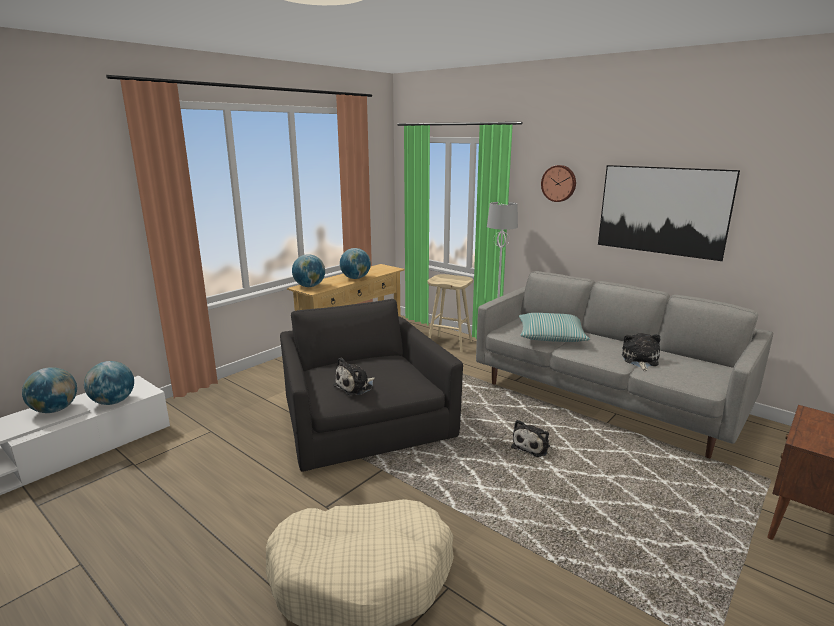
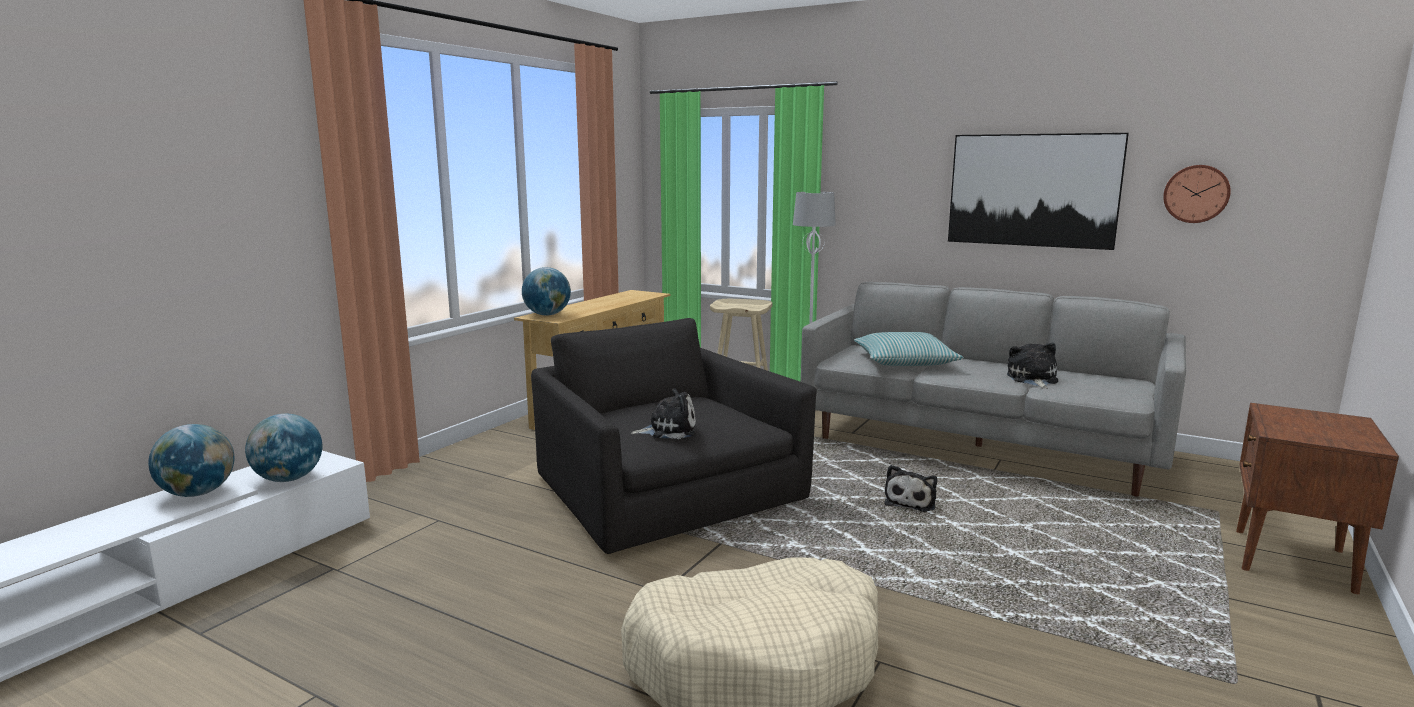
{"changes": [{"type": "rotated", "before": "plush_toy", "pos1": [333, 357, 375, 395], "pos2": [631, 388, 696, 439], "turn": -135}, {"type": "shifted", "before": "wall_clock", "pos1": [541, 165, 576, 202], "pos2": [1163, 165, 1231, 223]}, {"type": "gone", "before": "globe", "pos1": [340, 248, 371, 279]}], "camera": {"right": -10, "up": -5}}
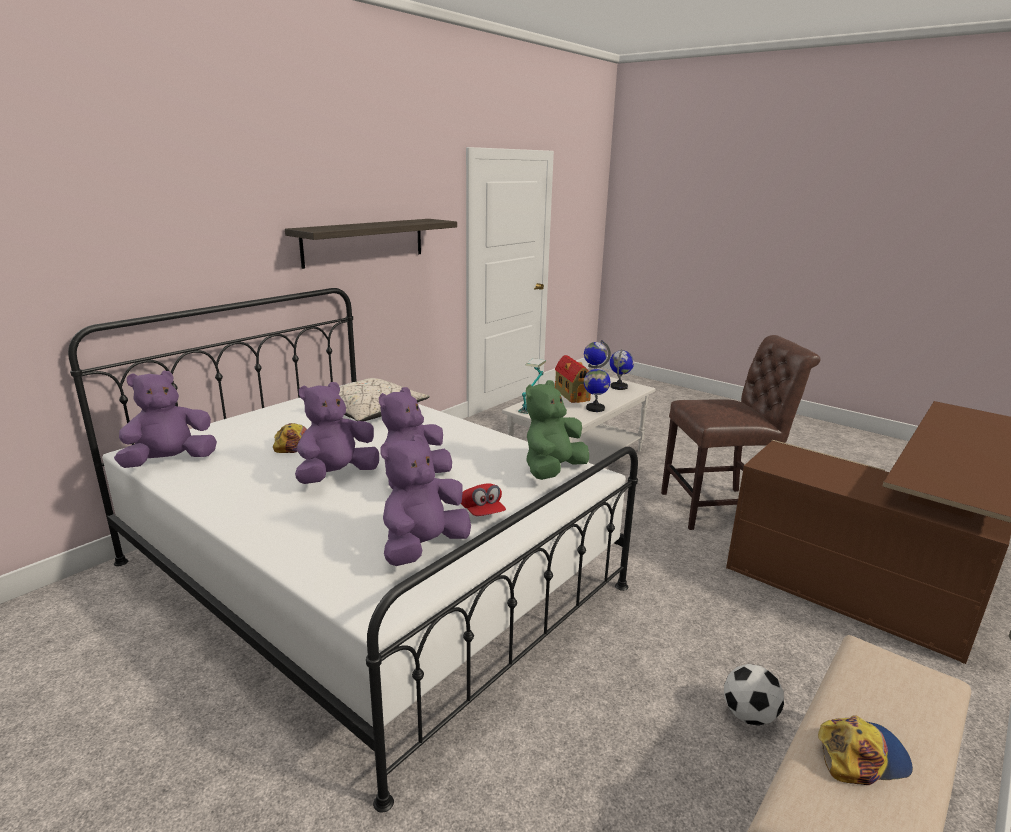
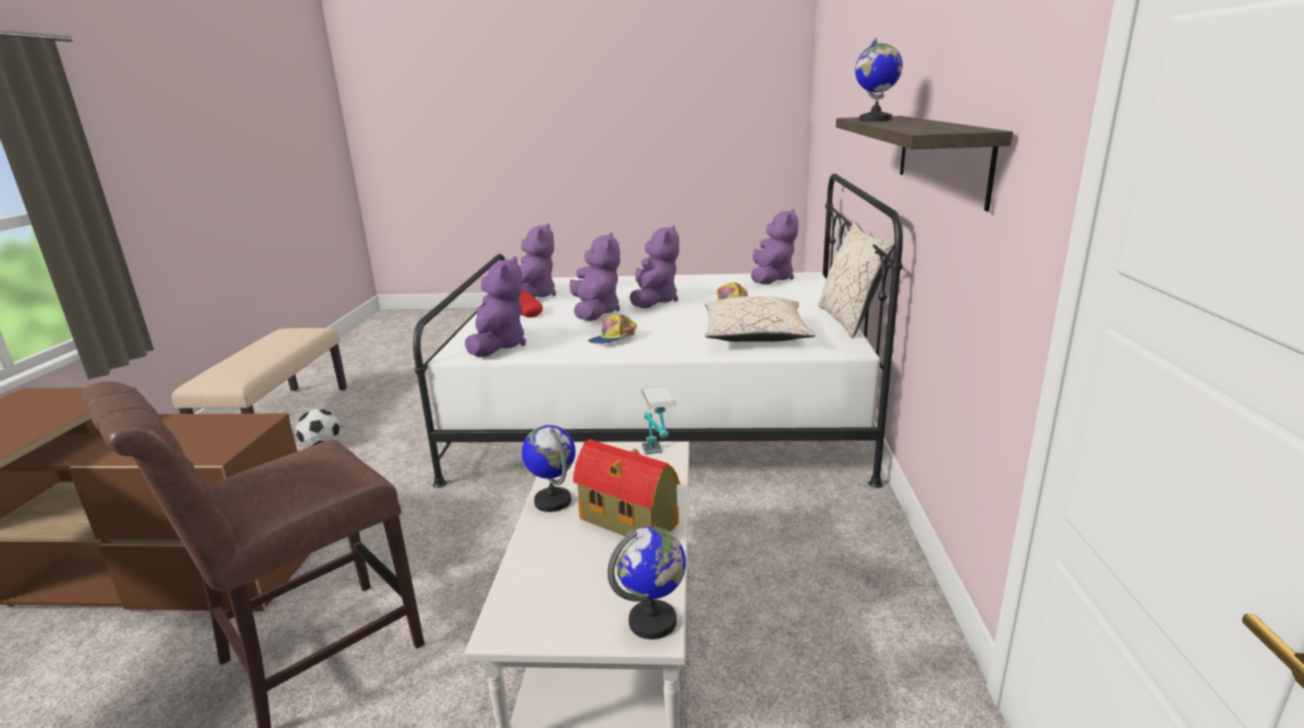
{"changes": [{"type": "repainted", "before": "green_plush_toy", "after": "purple_plush_toy", "pos1": [526, 380, 589, 480], "pos2": [465, 256, 526, 357]}, {"type": "shifted", "before": "cap", "pos1": [818, 715, 913, 785], "pos2": [588, 314, 637, 344]}, {"type": "new", "after": "beige_pillow", "pos2": [818, 222, 894, 338]}, {"type": "shifted", "before": "globe", "pos1": [610, 349, 634, 390], "pos2": [855, 38, 903, 121]}], "camera": {"right": 145, "up": 0}}
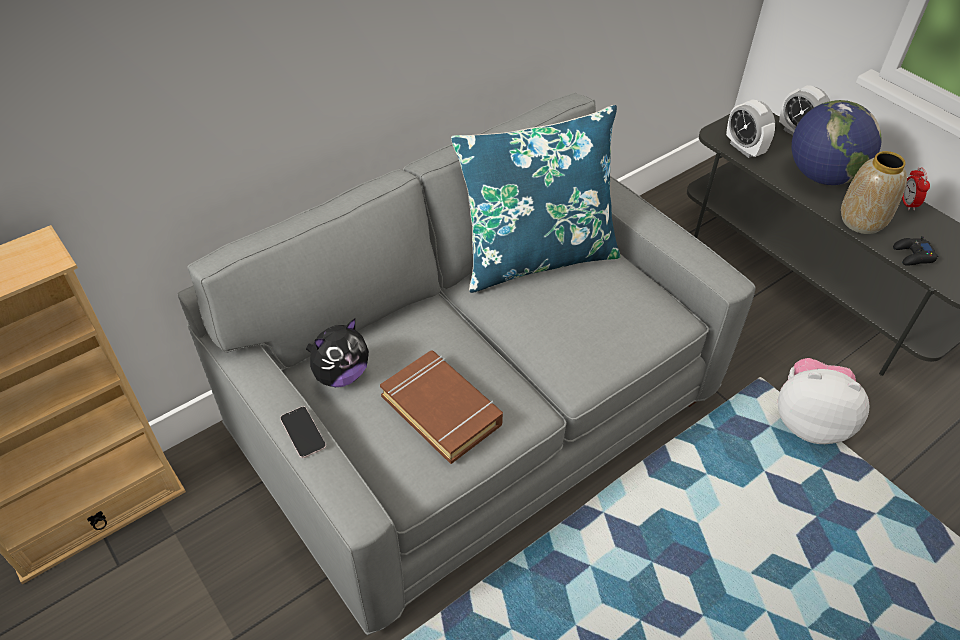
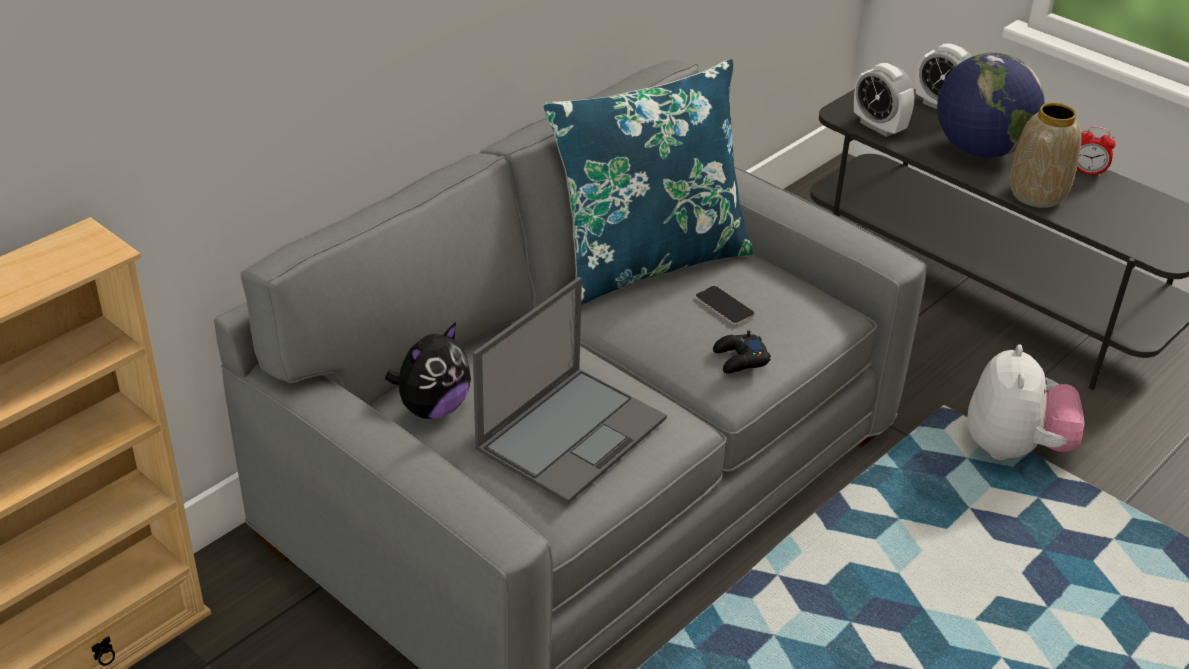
{"changes": [{"type": "swapped", "before": "brown_book", "after": "laptop", "pos1": [380, 350, 503, 464], "pos2": [473, 277, 667, 504]}, {"type": "shifted", "before": "phone", "pos1": [280, 406, 326, 458], "pos2": [695, 286, 755, 325]}, {"type": "shifted", "before": "black_game_controller", "pos1": [893, 236, 938, 266], "pos2": [713, 330, 771, 373]}, {"type": "rotated", "before": "plush_toy", "pos1": [778, 358, 869, 444], "pos2": [967, 344, 1084, 460], "turn": 90}, {"type": "rotated", "before": "alarm_clock", "pos1": [902, 168, 930, 210], "pos2": [1077, 126, 1116, 177], "turn": -60}], "camera": {"right": -10, "up": -10}}
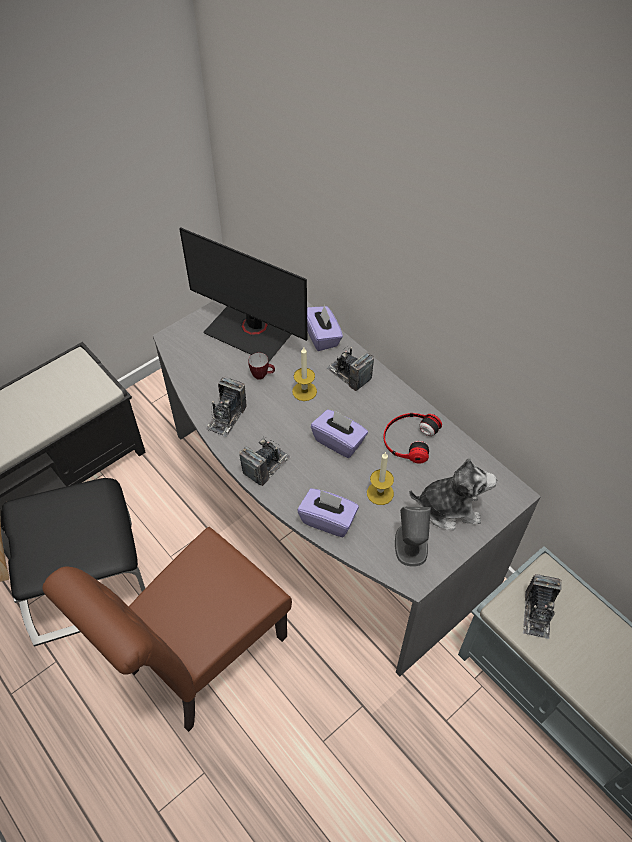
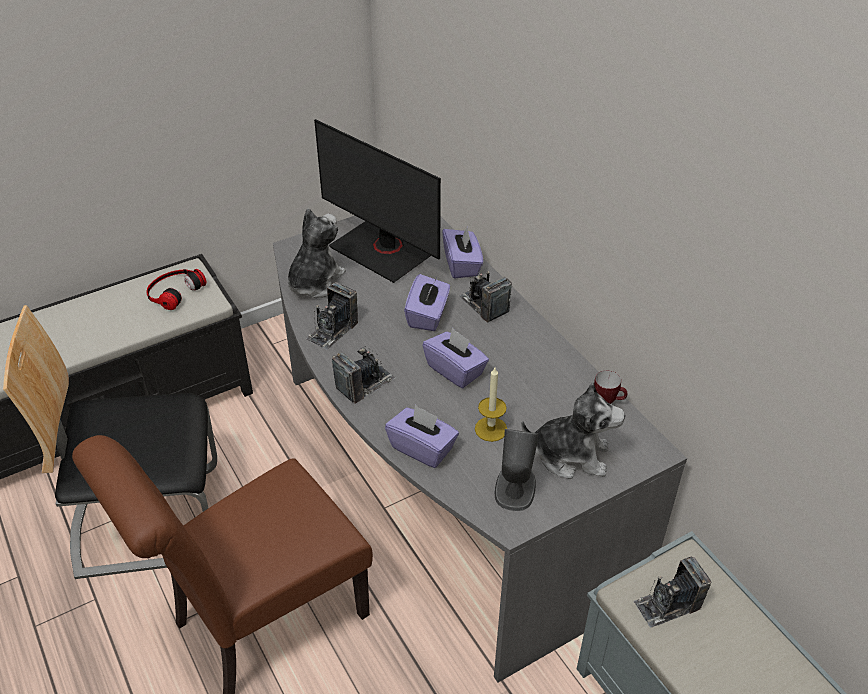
{"changes": [{"type": "shifted", "before": "headphones", "pos1": [383, 413, 442, 464], "pos2": [146, 269, 206, 310]}, {"type": "new", "after": "plush_toy", "pos2": [288, 208, 345, 298]}, {"type": "swapped", "before": "candle", "after": "purple_tissue_box", "pos1": [292, 347, 317, 401], "pos2": [404, 274, 450, 331]}, {"type": "shifted", "before": "mug", "pos1": [248, 353, 275, 380], "pos2": [594, 370, 628, 404]}, {"type": "rotated", "before": "photo_camera", "pos1": [523, 574, 562, 639], "pos2": [633, 557, 712, 628], "turn": 45}], "camera": {"right": 10, "up": -10}}
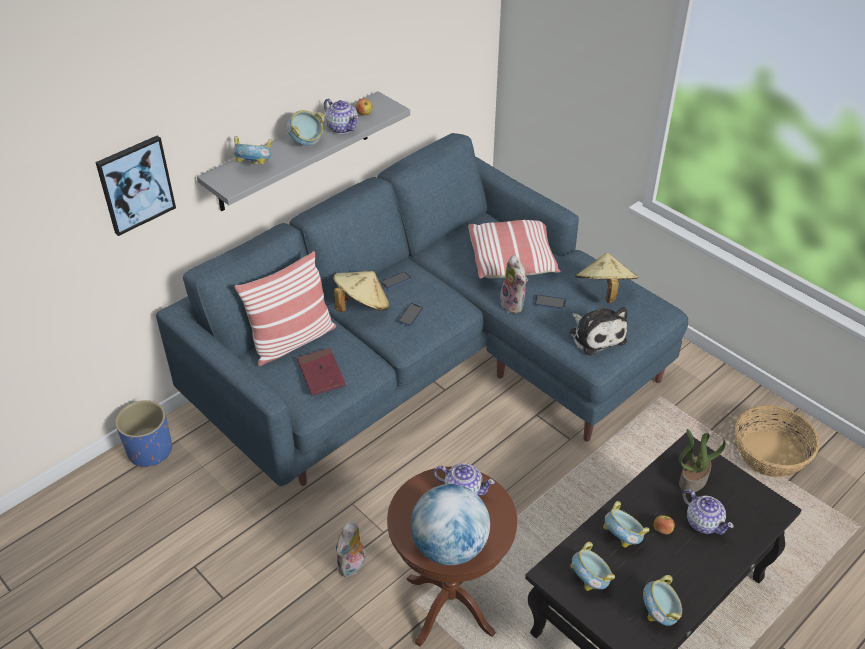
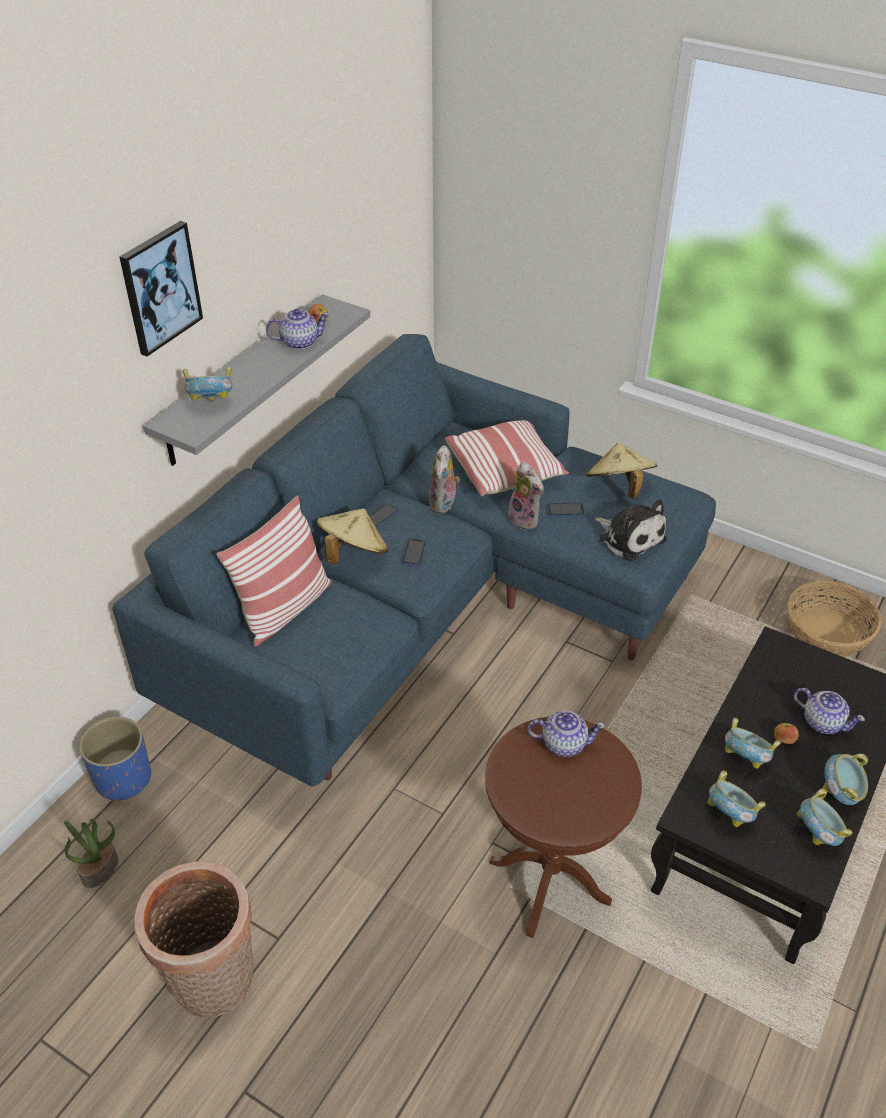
{"changes": [{"type": "shifted", "before": "potted_plant", "pos1": [679, 429, 725, 493], "pos2": [64, 819, 118, 888]}, {"type": "shifted", "before": "picture", "pos1": [95, 136, 176, 236], "pos2": [119, 221, 203, 356]}, {"type": "new", "after": "basket", "pos2": [135, 861, 254, 1018]}, {"type": "rotated", "before": "teapot", "pos1": [324, 99, 359, 134], "pos2": [266, 309, 330, 349], "turn": -45}, {"type": "shifted", "before": "plush_toy", "pos1": [336, 521, 369, 578], "pos2": [429, 445, 460, 513]}, {"type": "shifted", "before": "bowl", "pos1": [287, 110, 324, 146], "pos2": [823, 754, 868, 805]}, {"type": "gone", "before": "red_book", "pos1": [297, 348, 346, 396]}, {"type": "gone", "before": "globe", "pos1": [411, 484, 490, 565]}], "camera": {"right": -15, "up": 0}}
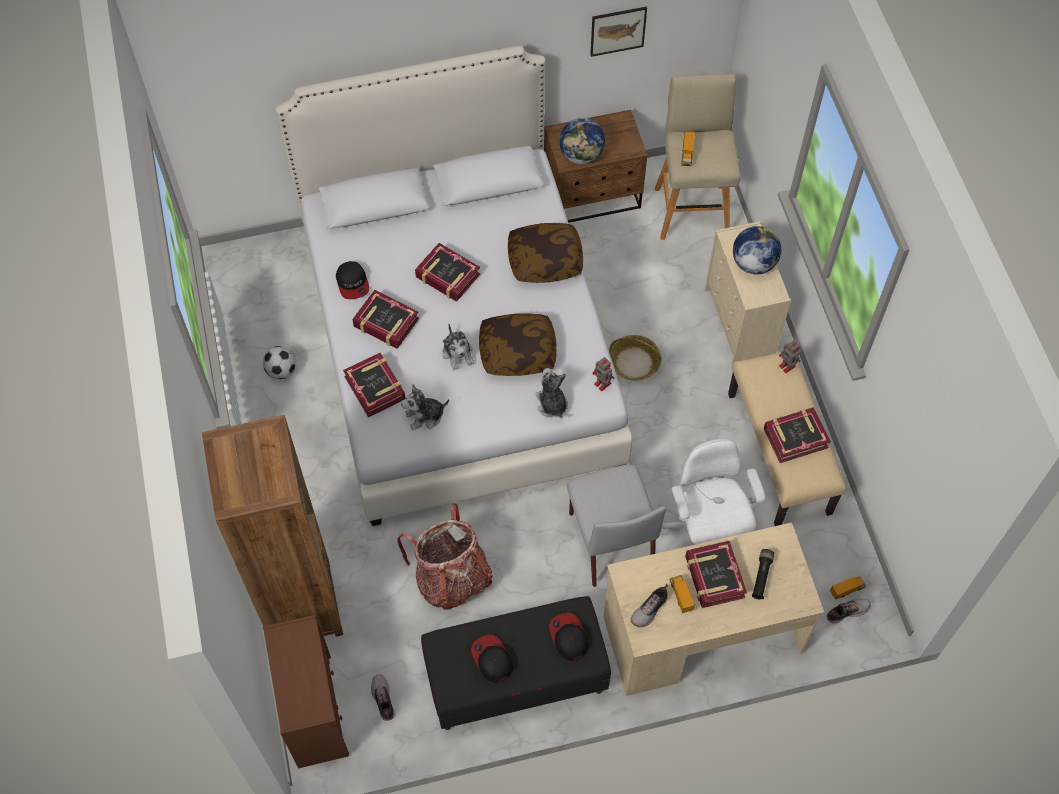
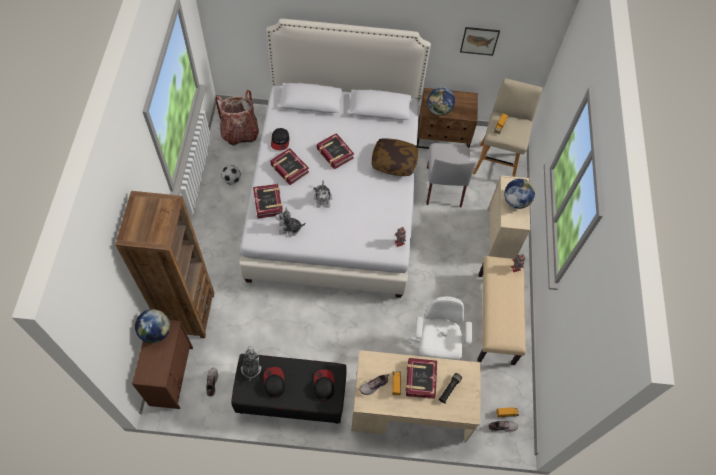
{"changes": [{"type": "new", "after": "globe", "pos2": [135, 309, 170, 343]}, {"type": "shifted", "before": "backpack", "pos1": [397, 503, 492, 610], "pos2": [215, 90, 259, 146]}, {"type": "shifted", "before": "plush_toy", "pos1": [536, 368, 568, 419], "pos2": [241, 346, 261, 380]}, {"type": "shifted", "before": "grey_chair", "pos1": [567, 464, 666, 587], "pos2": [426, 143, 476, 208]}, {"type": "gone", "before": "pillow", "pos1": [479, 313, 557, 376]}, {"type": "gone", "before": "basket", "pos1": [609, 335, 662, 381]}, {"type": "gone", "before": "book", "pos1": [764, 407, 831, 463]}], "camera": {"right": 15, "up": 0}}
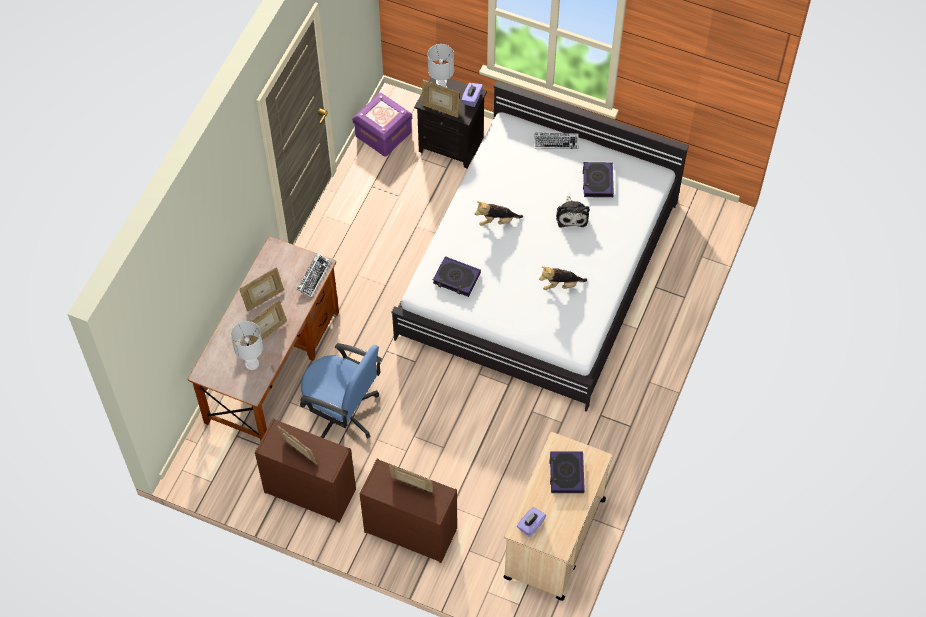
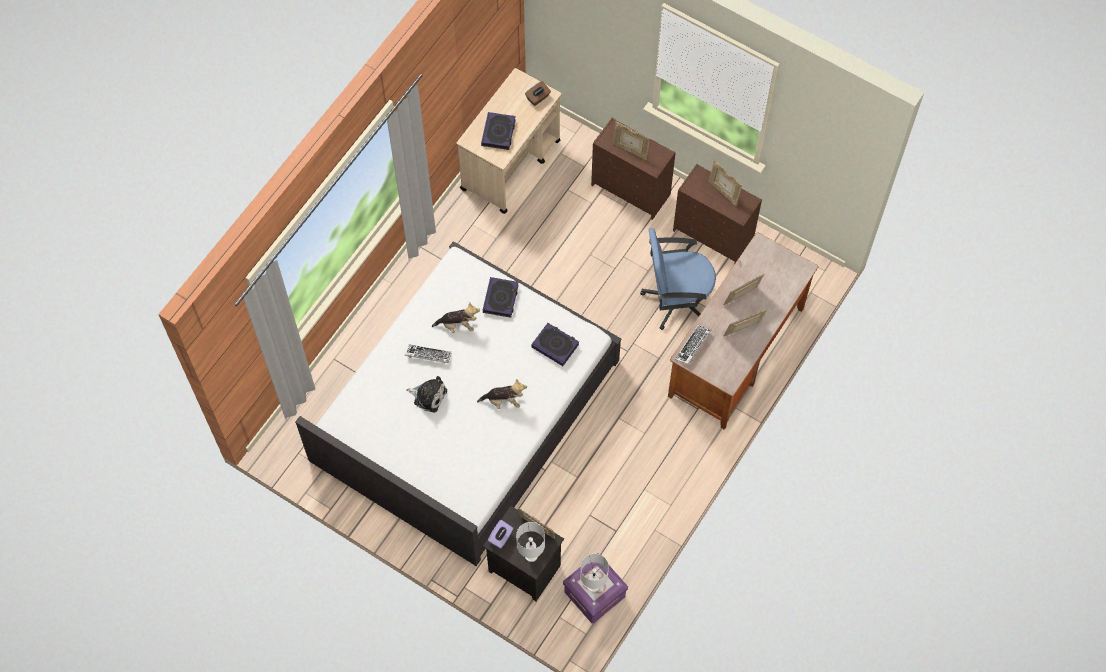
{"changes": [{"type": "shifted", "before": "keyboard", "pos1": [535, 133, 579, 149], "pos2": [405, 344, 452, 364]}, {"type": "rotated", "before": "plush_toy", "pos1": [556, 196, 589, 228], "pos2": [406, 376, 447, 413], "turn": 105}, {"type": "shifted", "before": "book", "pos1": [583, 162, 614, 197], "pos2": [483, 277, 519, 318]}, {"type": "repainted", "before": "purple_tissue_box", "after": "brown_tissue_box", "pos1": [517, 507, 546, 537], "pos2": [525, 81, 551, 106]}, {"type": "shifted", "before": "white_table_lamp", "pos1": [231, 321, 263, 370], "pos2": [580, 554, 609, 592]}, {"type": "rotated", "before": "blue_office_chair", "pos1": [300, 343, 382, 438], "pos2": [640, 228, 716, 330], "turn": -45}], "camera": {"right": -170, "up": 5}}
